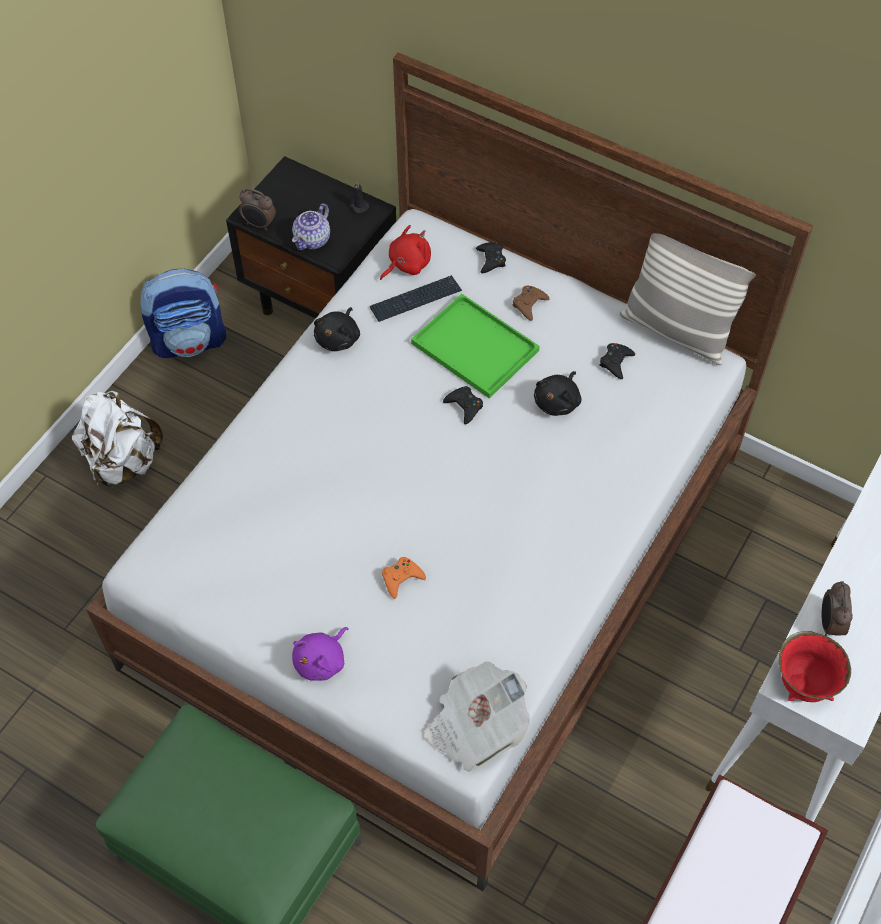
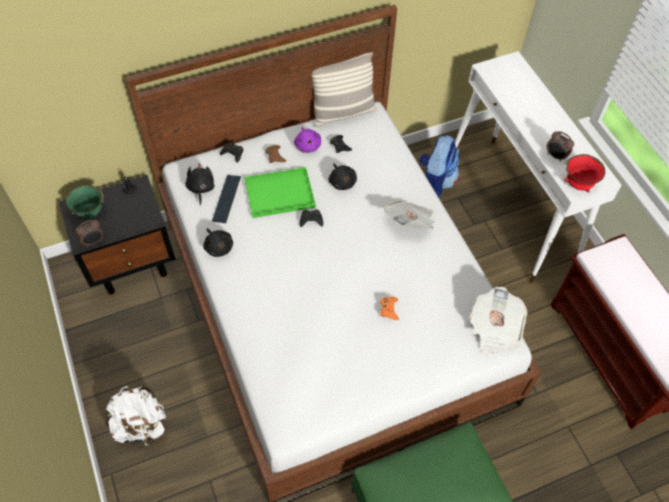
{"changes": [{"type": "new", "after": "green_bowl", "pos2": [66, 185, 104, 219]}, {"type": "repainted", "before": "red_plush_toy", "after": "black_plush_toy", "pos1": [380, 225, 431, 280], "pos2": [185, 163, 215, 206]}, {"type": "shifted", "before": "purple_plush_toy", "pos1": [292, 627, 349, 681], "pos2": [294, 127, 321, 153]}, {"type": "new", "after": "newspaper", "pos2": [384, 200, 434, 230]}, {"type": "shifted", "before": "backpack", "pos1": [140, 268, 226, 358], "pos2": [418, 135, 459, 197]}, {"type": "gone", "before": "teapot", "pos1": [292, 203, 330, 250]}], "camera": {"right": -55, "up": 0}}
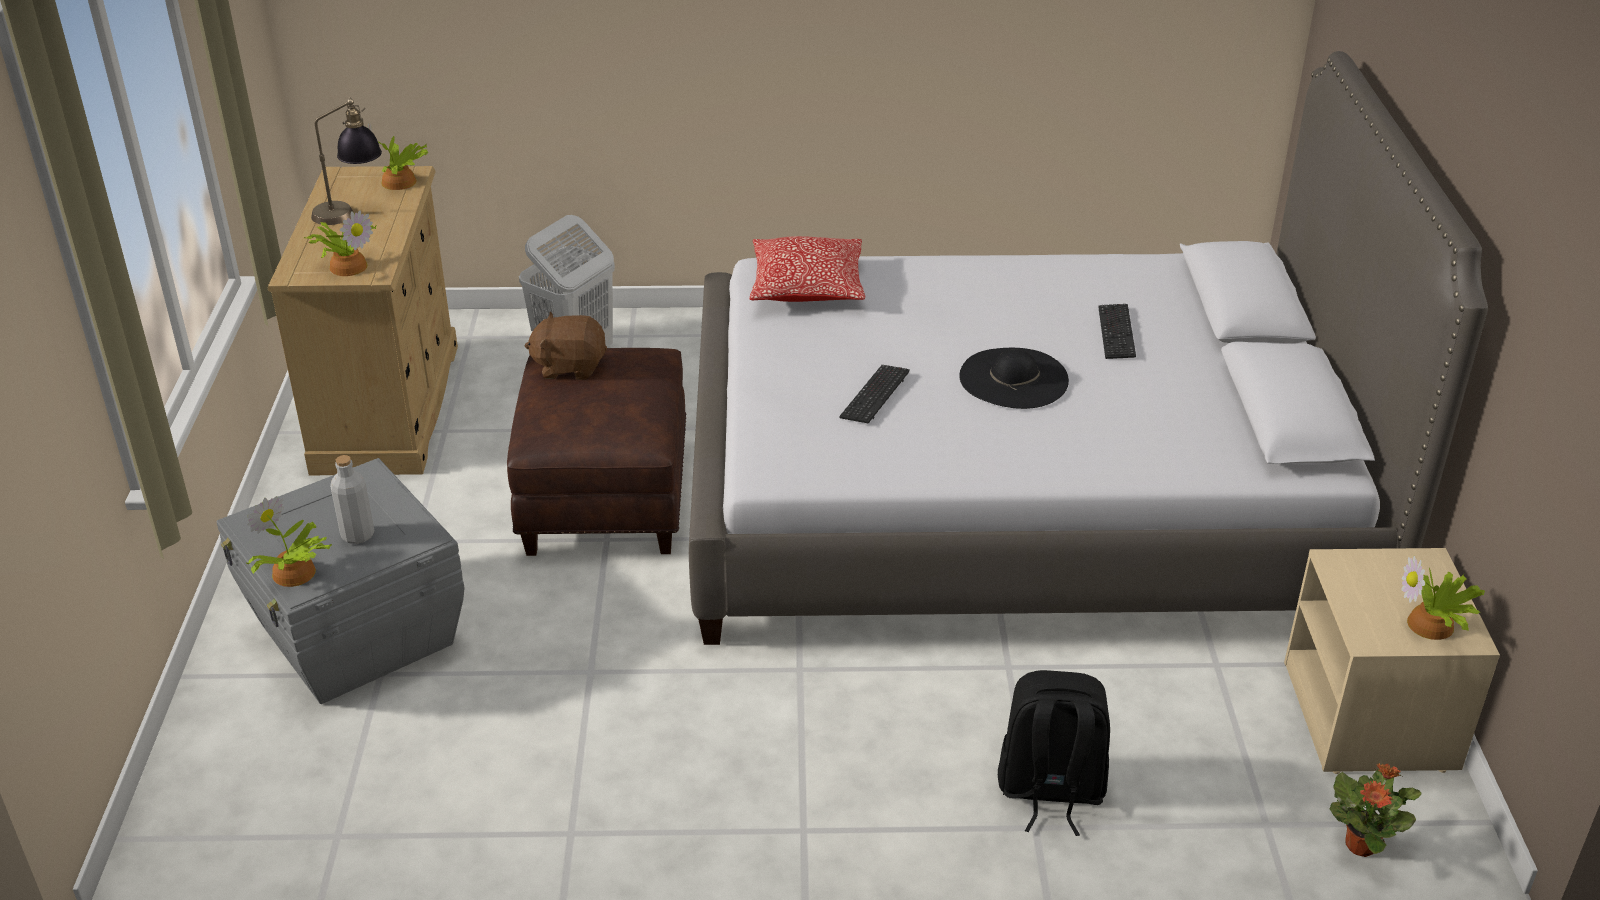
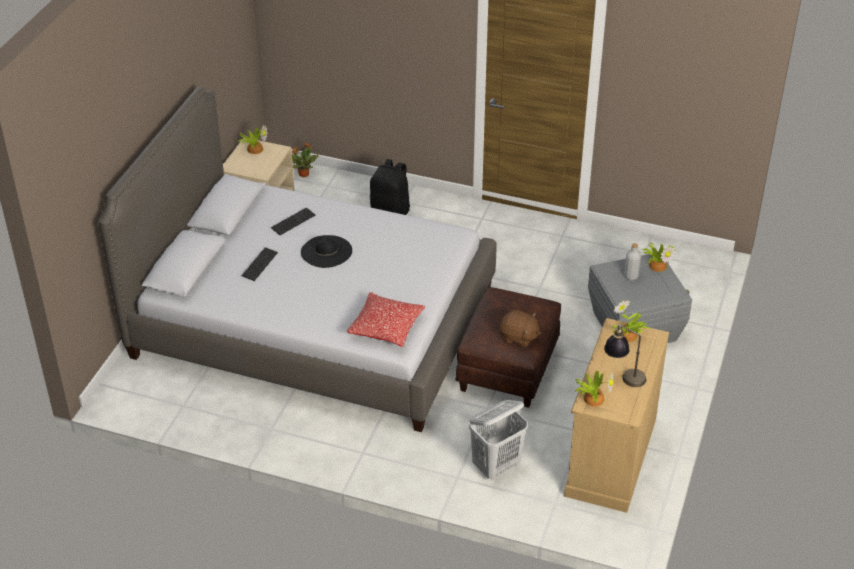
{"changes": [{"type": "shifted", "before": "keyboard", "pos1": [839, 365, 910, 423], "pos2": [271, 207, 315, 235]}], "camera": {"right": -160, "up": 5}}
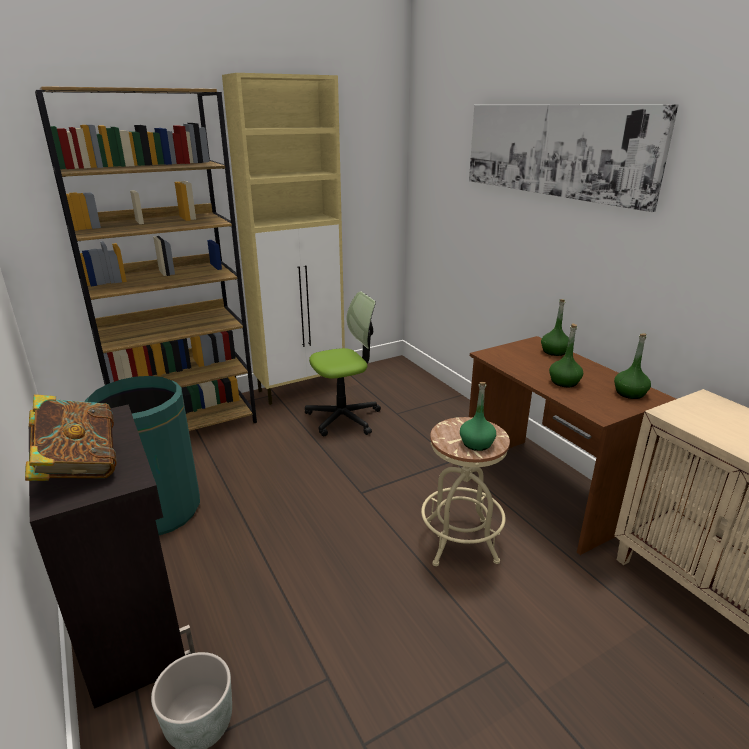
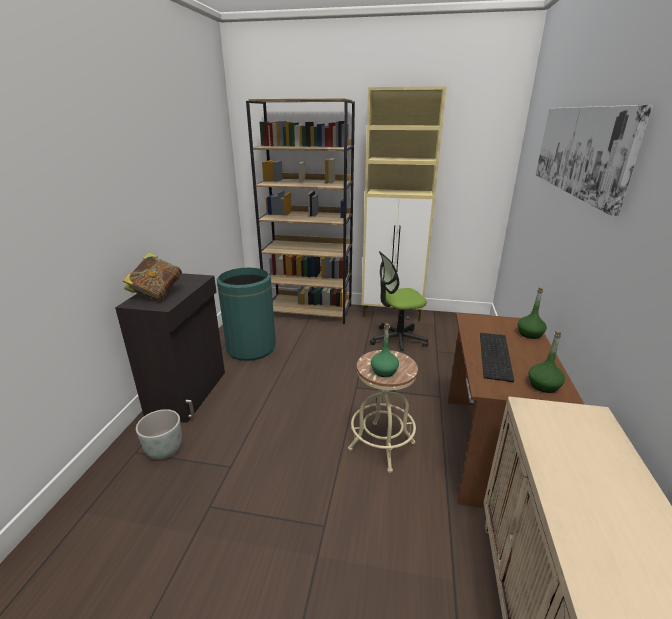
{"changes": [{"type": "rotated", "before": "office_chair", "pos1": [305, 291, 381, 436], "pos2": [370, 251, 428, 354], "turn": 150}, {"type": "swapped", "before": "green_bottle", "after": "keyboard", "pos1": [549, 324, 583, 387], "pos2": [480, 333, 514, 382]}], "camera": {"right": 40, "up": 0}}
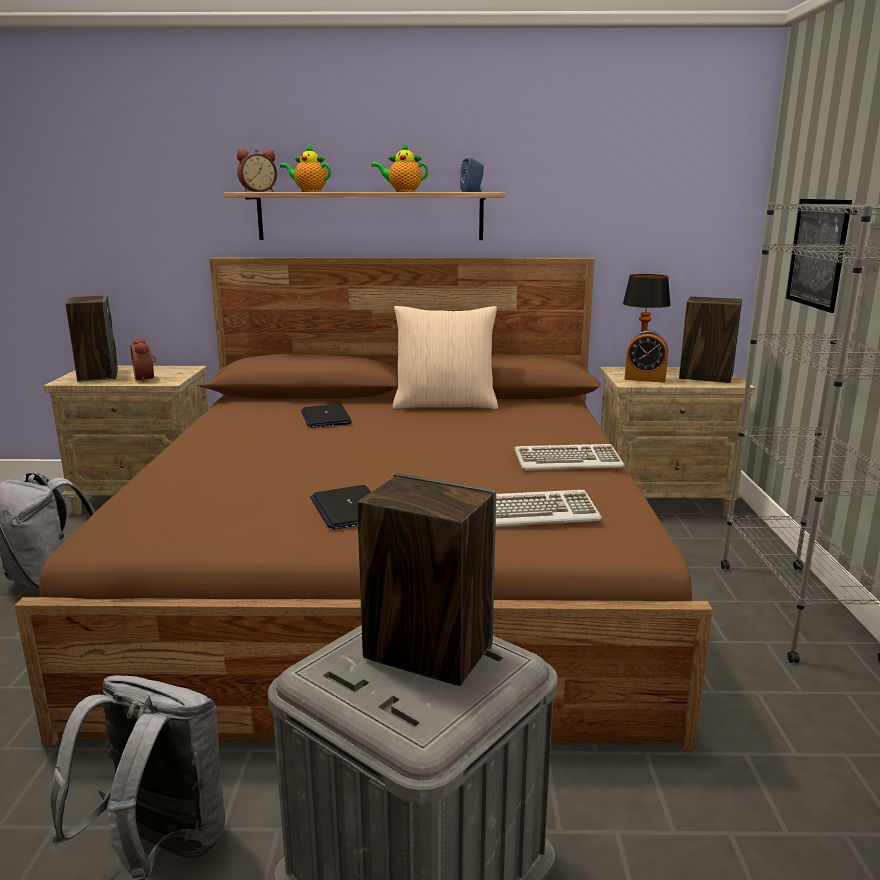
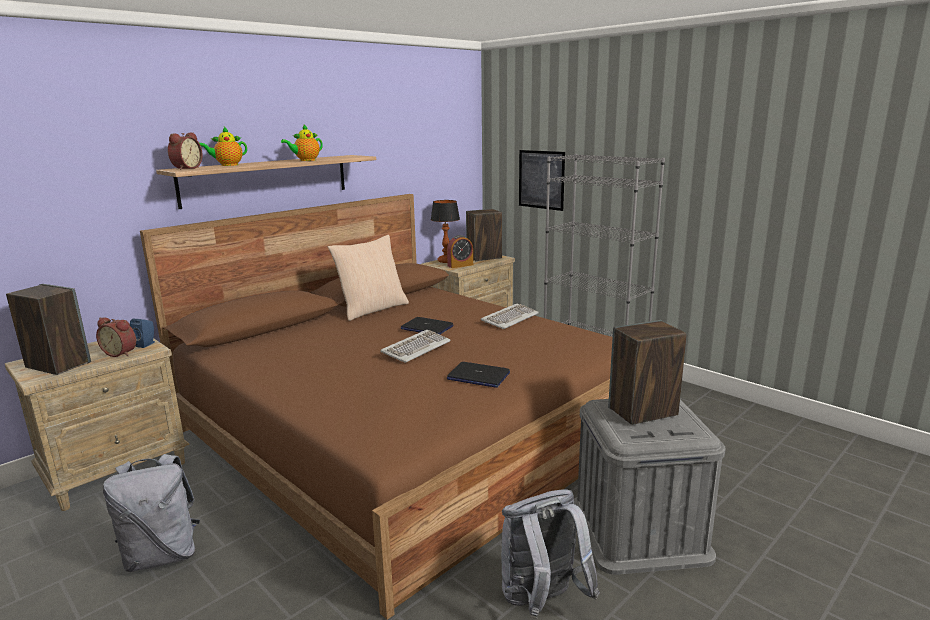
{"changes": [{"type": "shifted", "before": "blue_speaker", "pos1": [460, 158, 484, 192], "pos2": [130, 319, 155, 348]}, {"type": "shifted", "before": "keyboard", "pos1": [496, 490, 602, 527], "pos2": [380, 330, 451, 363]}, {"type": "shifted", "before": "laptop", "pos1": [301, 404, 352, 428], "pos2": [401, 317, 453, 335]}], "camera": {"right": -45, "up": 0}}
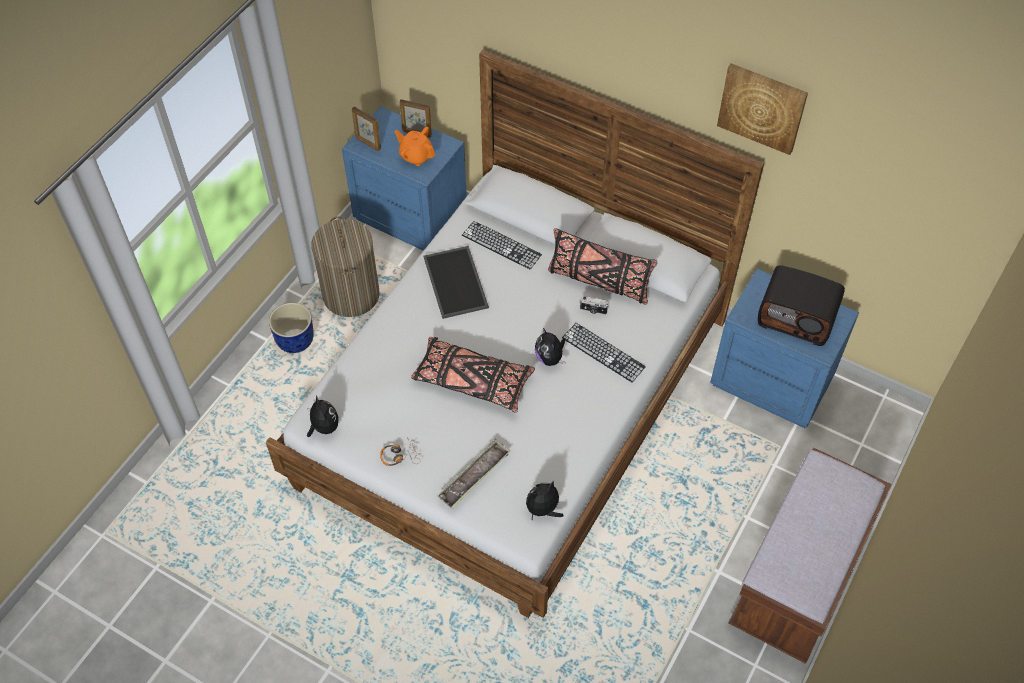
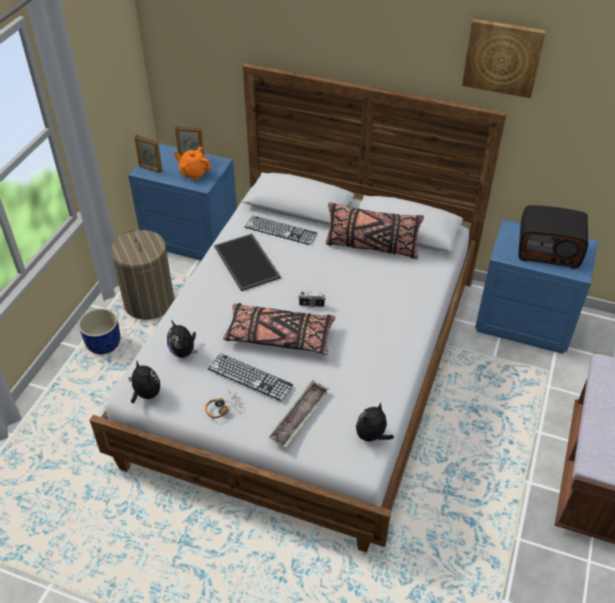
{"changes": [{"type": "shifted", "before": "plush_toy", "pos1": [535, 328, 565, 366], "pos2": [167, 320, 198, 358]}, {"type": "shifted", "before": "keyboard", "pos1": [562, 323, 646, 383], "pos2": [208, 353, 293, 402]}, {"type": "shifted", "before": "photo_camera", "pos1": [580, 296, 609, 315], "pos2": [298, 292, 326, 307]}], "camera": {"right": -10, "up": -10}}
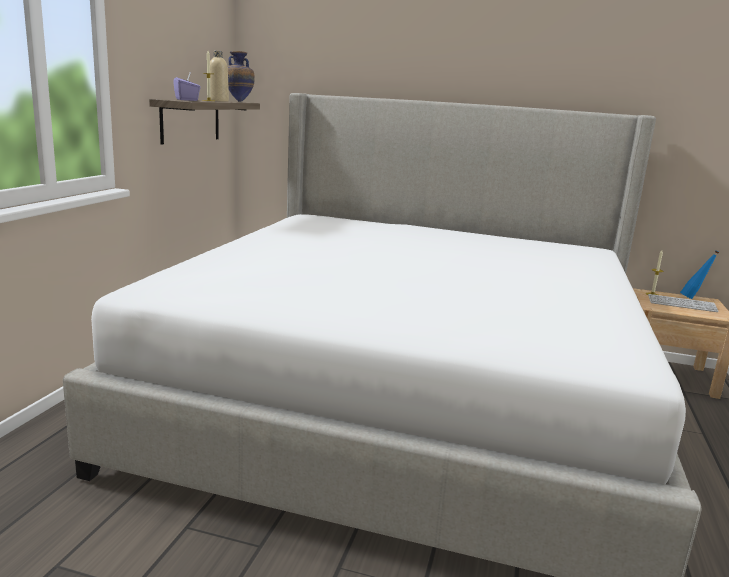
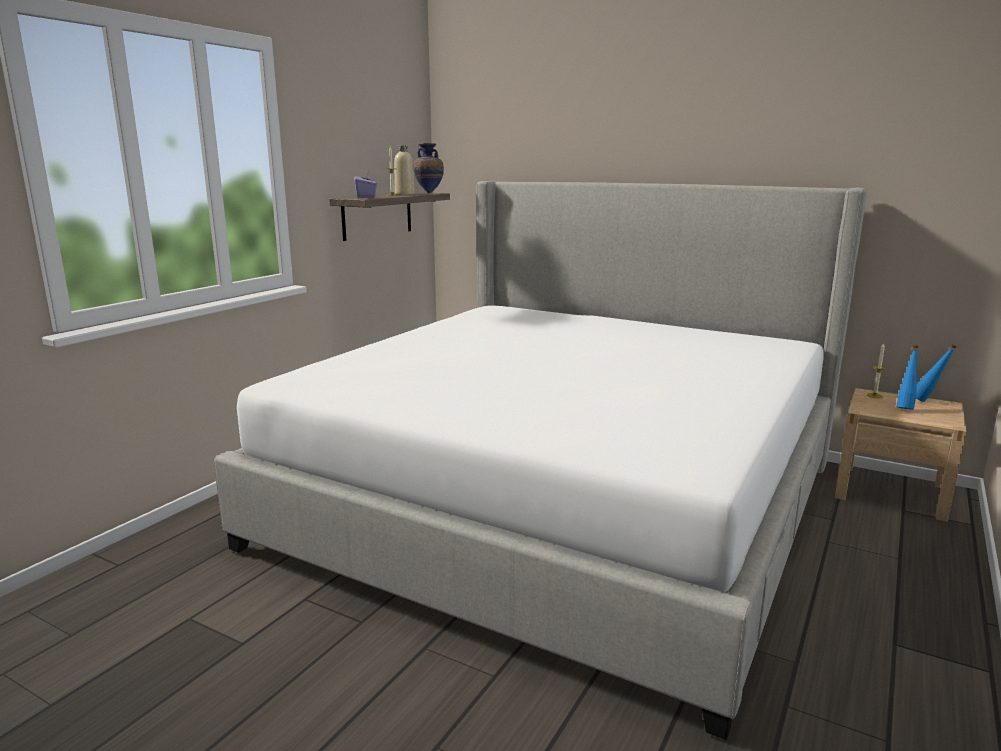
{"changes": [{"type": "swapped", "before": "keyboard", "after": "blue_bottle", "pos1": [648, 294, 719, 312], "pos2": [896, 345, 919, 410]}], "camera": {"right": 15, "up": 0}}
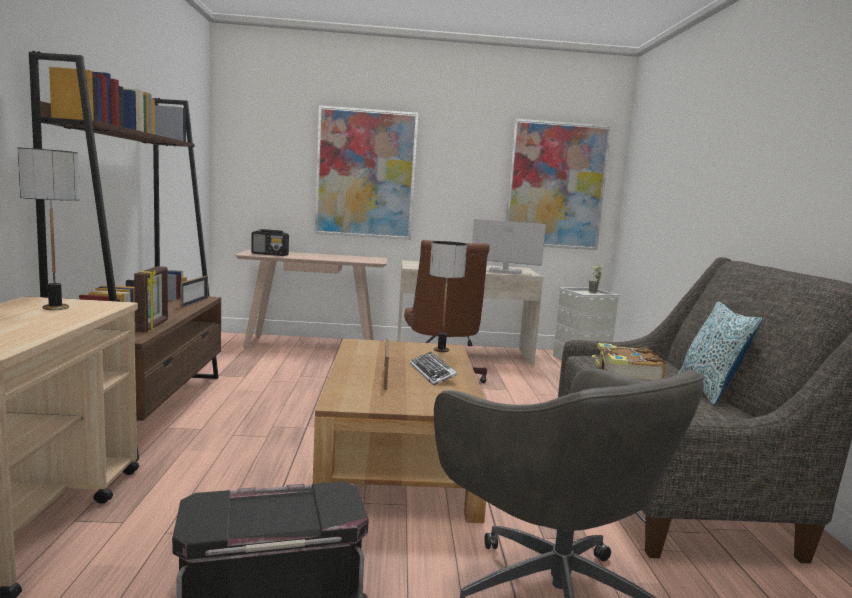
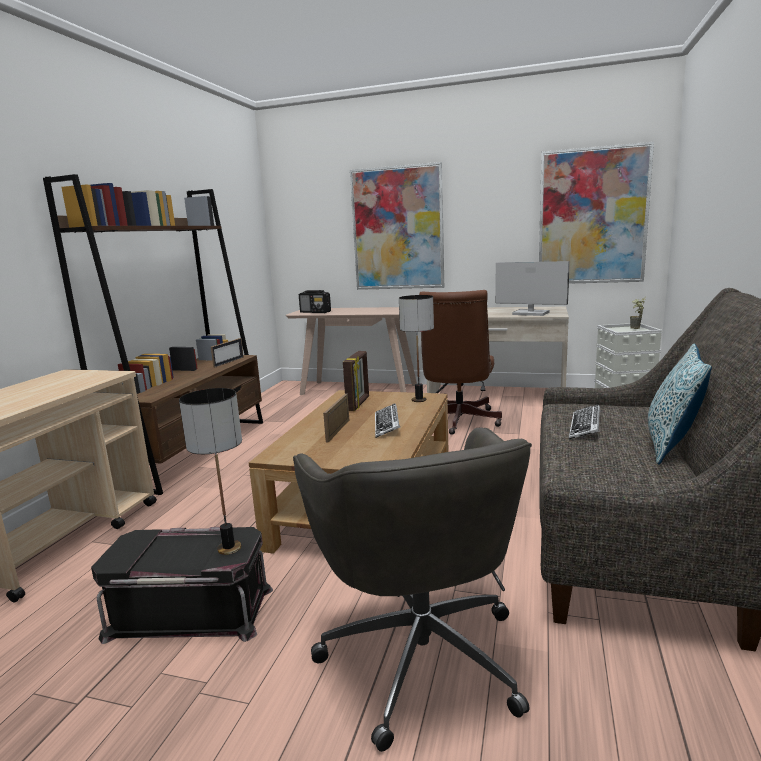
{"changes": [{"type": "shifted", "before": "table_lamp", "pos1": [17, 148, 80, 310], "pos2": [179, 388, 242, 555]}, {"type": "shifted", "before": "picture_frame", "pos1": [134, 266, 168, 332], "pos2": [343, 351, 369, 411]}, {"type": "swapped", "before": "book", "after": "keyboard", "pos1": [592, 343, 666, 380], "pos2": [569, 404, 601, 439]}], "camera": {"right": 20, "up": 5}}
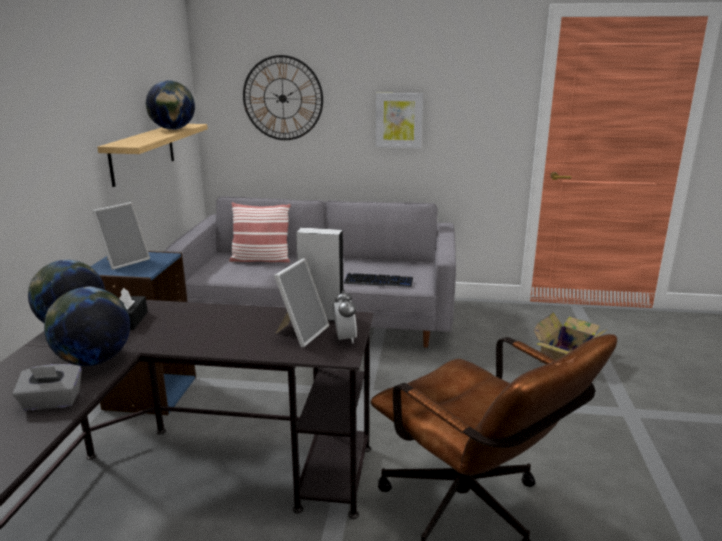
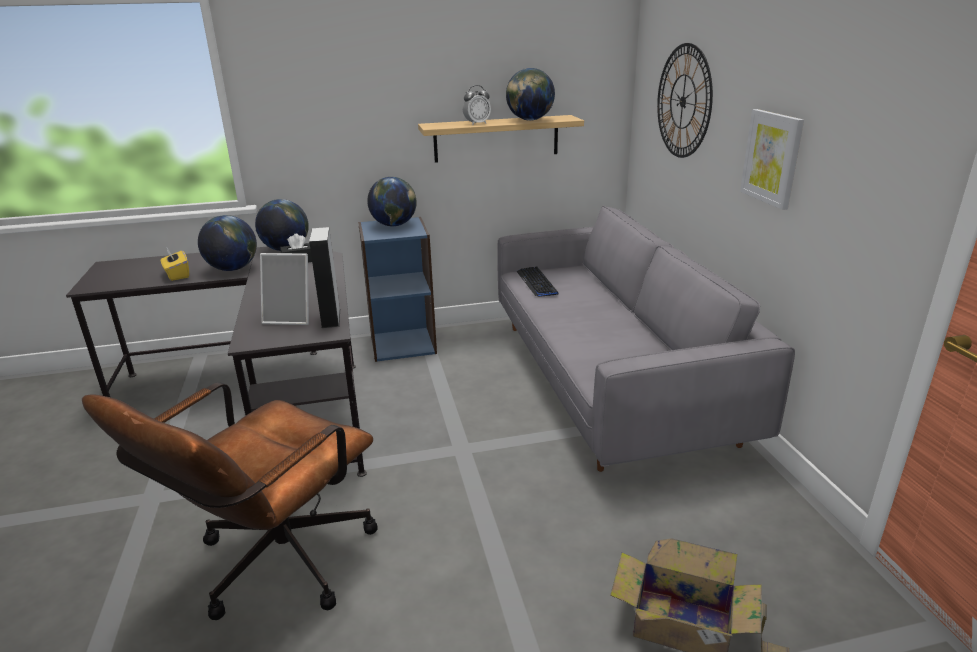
{"changes": [{"type": "repainted", "before": "grey_tissue_box", "after": "yellow_tissue_box", "pos1": [13, 364, 82, 410], "pos2": [161, 248, 189, 281]}, {"type": "swapped", "before": "picture_frame", "after": "globe", "pos1": [92, 202, 150, 270], "pos2": [367, 177, 417, 227]}, {"type": "shifted", "before": "alarm_clock", "pos1": [333, 289, 357, 344], "pos2": [463, 85, 491, 125]}, {"type": "shifted", "before": "keyboard", "pos1": [344, 273, 413, 287], "pos2": [516, 267, 558, 297]}, {"type": "gone", "before": "pillow", "pos1": [229, 202, 291, 263]}], "camera": {"right": 70, "up": 5}}
